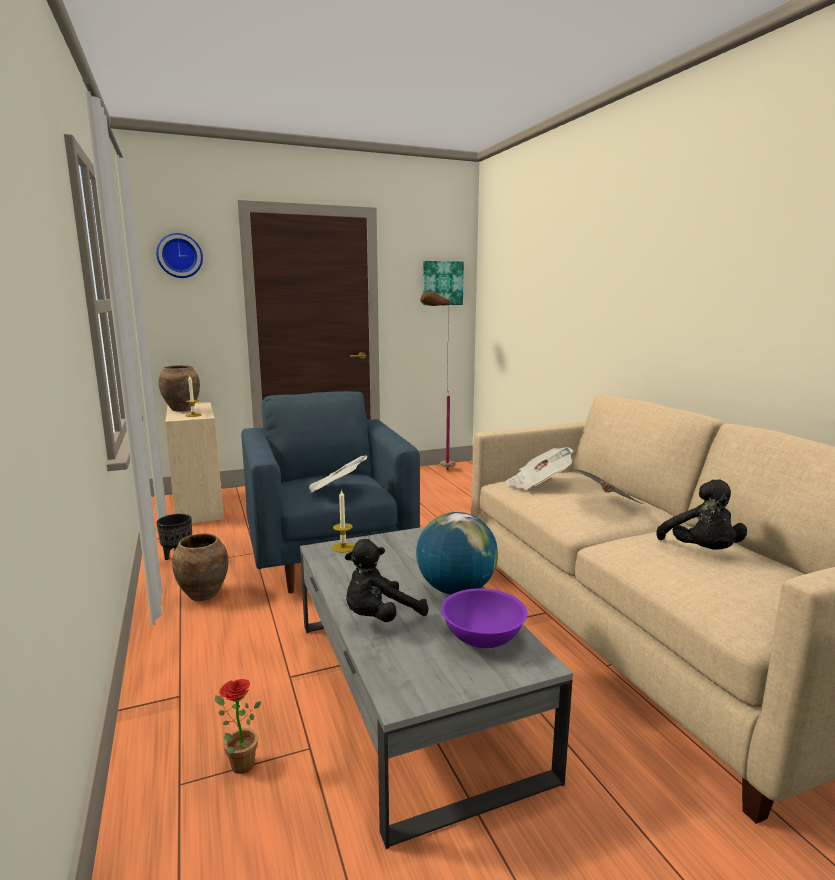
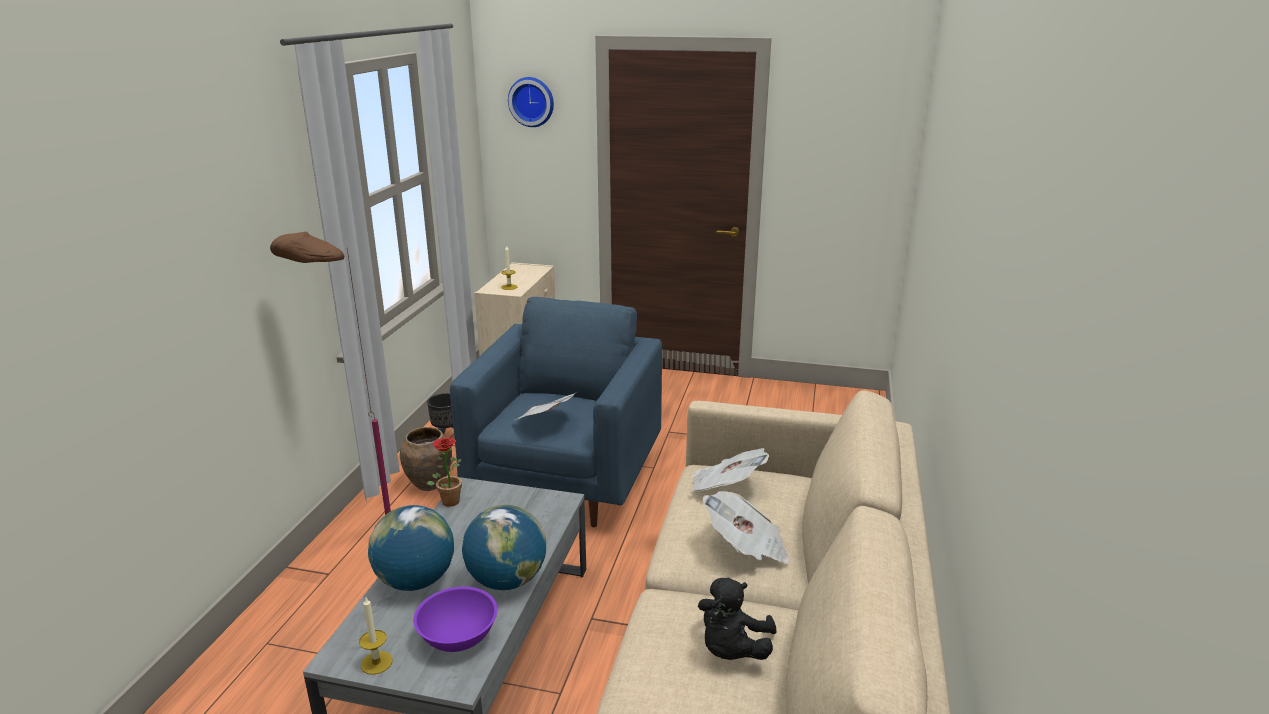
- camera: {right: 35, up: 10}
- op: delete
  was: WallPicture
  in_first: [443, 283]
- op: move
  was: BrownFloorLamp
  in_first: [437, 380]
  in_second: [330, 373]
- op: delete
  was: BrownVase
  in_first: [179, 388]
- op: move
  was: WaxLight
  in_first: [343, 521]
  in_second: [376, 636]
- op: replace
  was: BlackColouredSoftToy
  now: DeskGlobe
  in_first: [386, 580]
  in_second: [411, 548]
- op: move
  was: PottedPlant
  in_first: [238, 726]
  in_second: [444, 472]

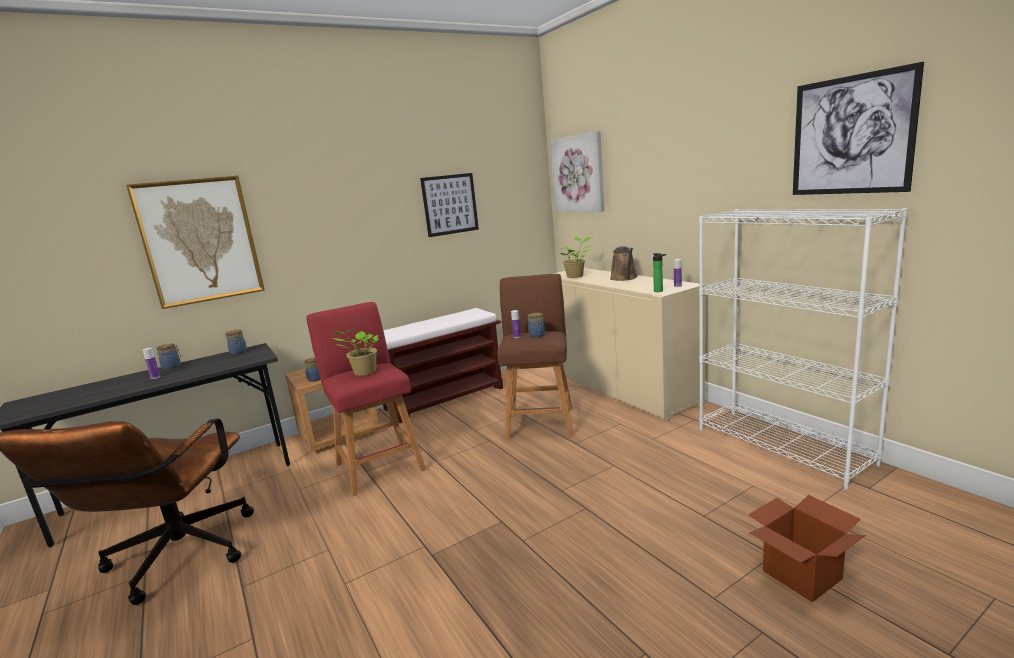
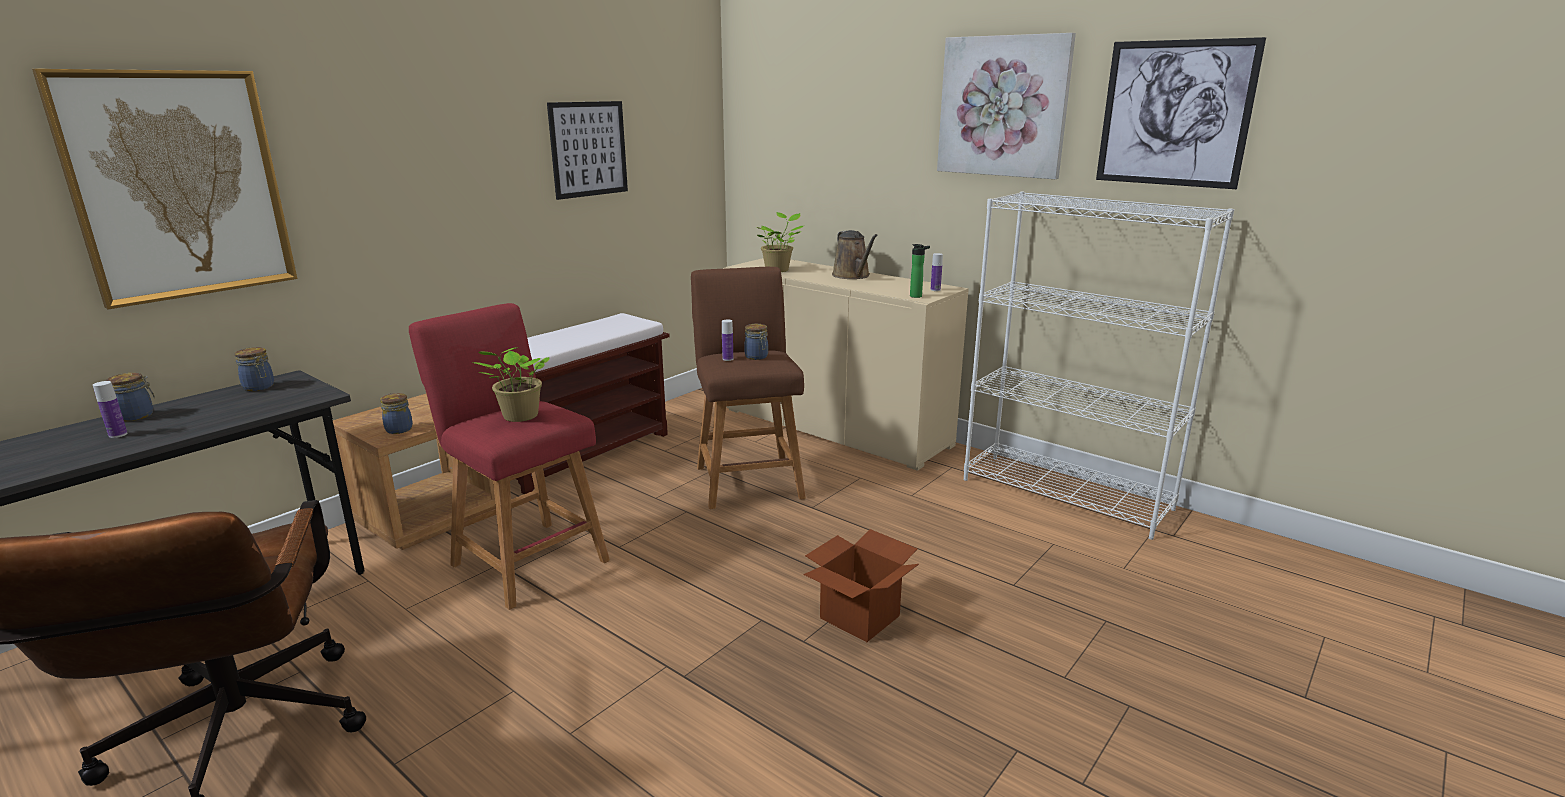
- camera: {right: -20, up: 5}
- op: move
  was: WallPicture
  in_first: [577, 171]
  in_second: [1006, 106]
- op: move
  was: Carton
  in_first: [807, 548]
  in_second: [861, 585]

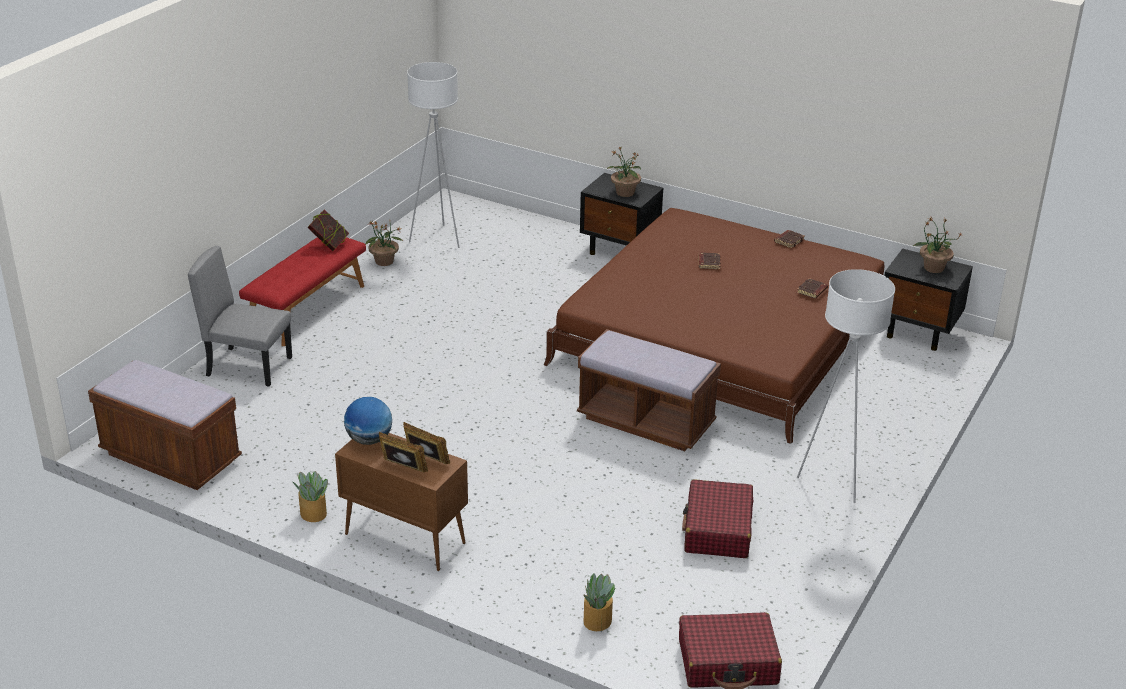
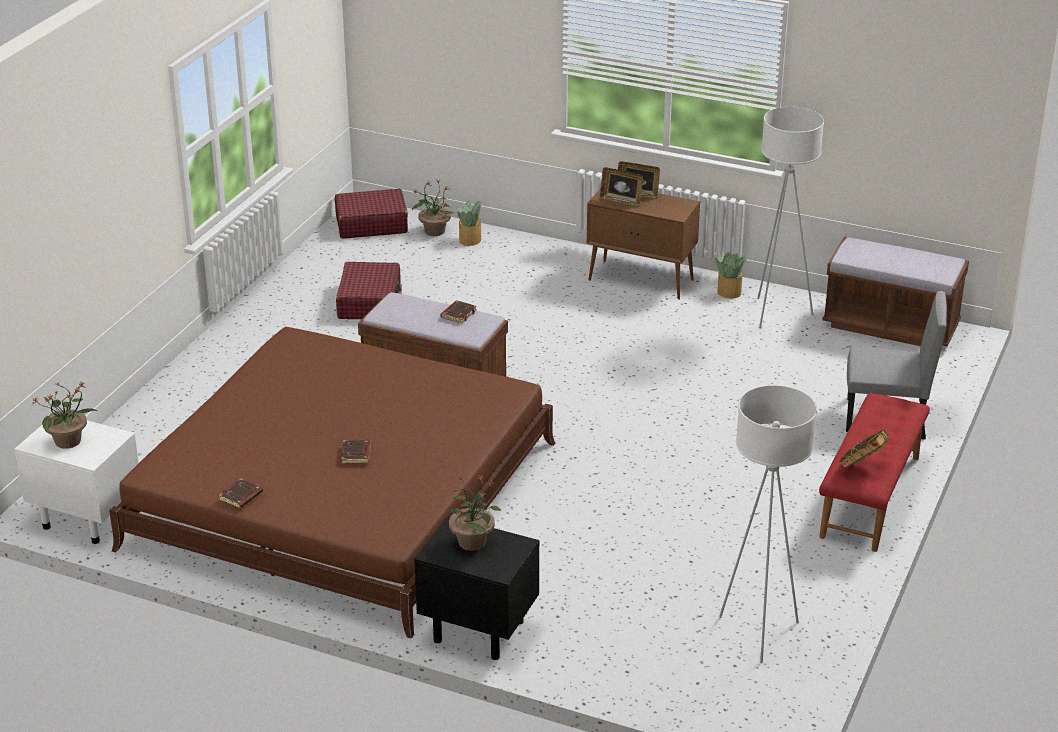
- camera: {right: 175, up: 0}
- op: move
  was: PottedPlant
  in_first: [384, 243]
  in_second: [433, 208]
- op: recolor
  was: BlackColouredNightTable
  now: WhitishNightTable
  in_first: [928, 299]
  in_second: [76, 482]
- op: move
  was: WhitishFloorLamp
  in_first: [846, 386]
  in_second: [790, 218]
- op: move
  was: BrownBoundBook
  in_first: [812, 288]
  in_second: [458, 312]
- op: delete
  was: DeskGlobe
  in_first: [368, 421]

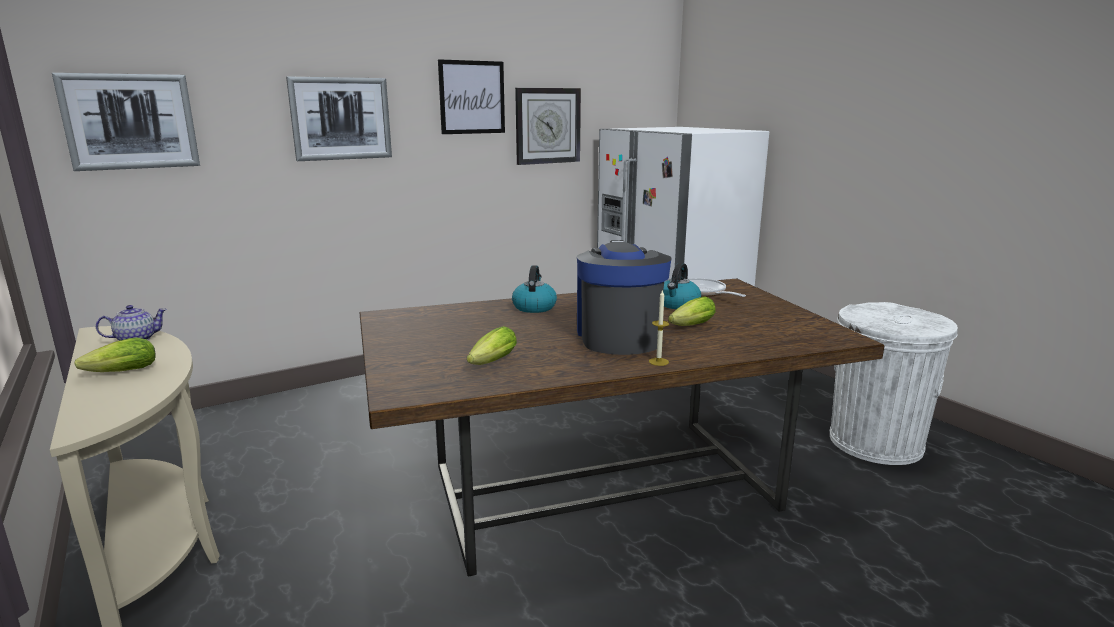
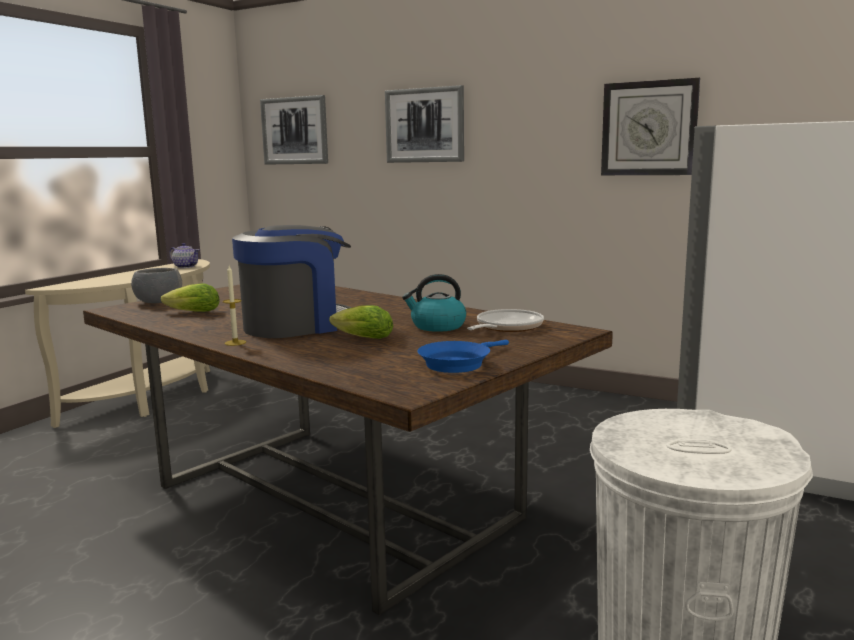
- camera: {right: 60, up: -5}
- op: delete
  was: WallPicture
  in_first: [471, 96]
- op: delete
  was: WaterKettle
  in_first: [534, 289]
- op: delete
  was: Lettuce
  in_first: [115, 355]
- op: insert
  now: GreyDeepDish
  in_second: [156, 285]
- op: insert
  now: BlueColouredPan
  in_second: [463, 356]

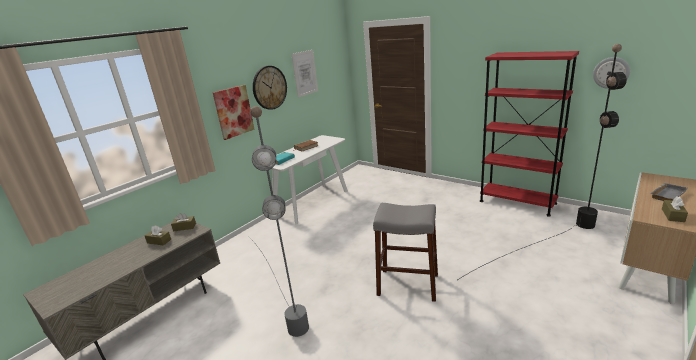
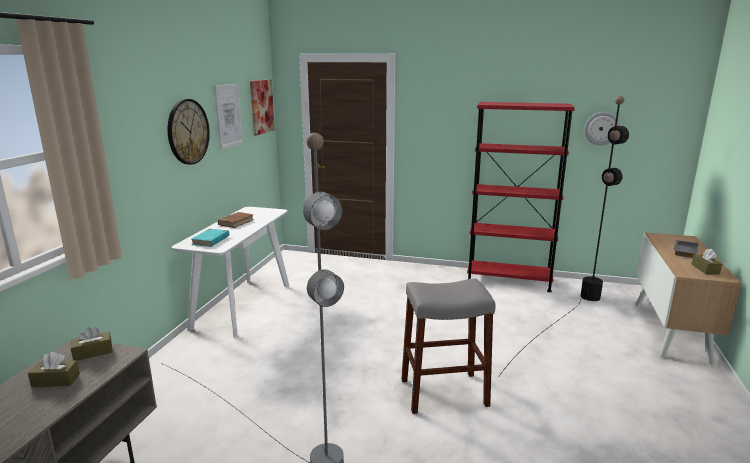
- camera: {right: -25, up: -5}
- op: move
  was: WallPicture
  in_first: [234, 112]
  in_second: [262, 107]

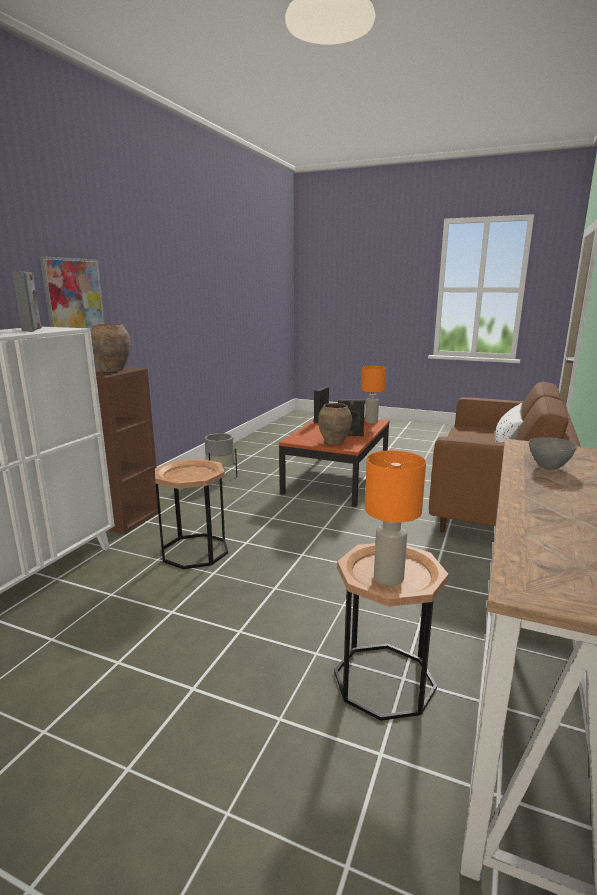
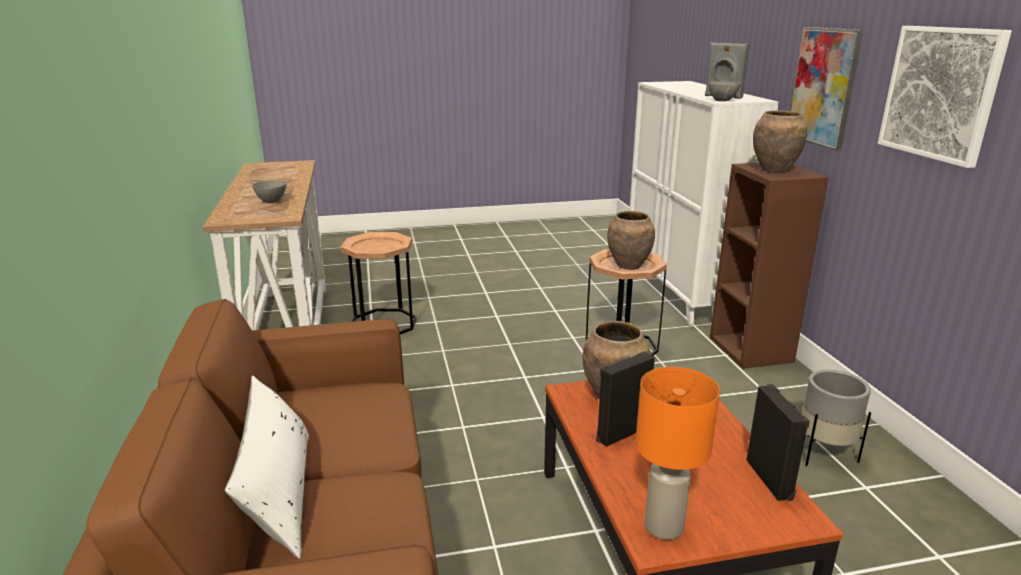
- camera: {right: 145, up: 5}
- op: delete
  was: OrangeColouredLampForATable
  in_first: [395, 518]
- op: insert
  now: WallPicture
  in_second: [945, 97]
- op: insert
  now: GreyDeepDish
  in_second: [724, 91]
- op: insert
  now: BrownVase
  in_second: [631, 240]

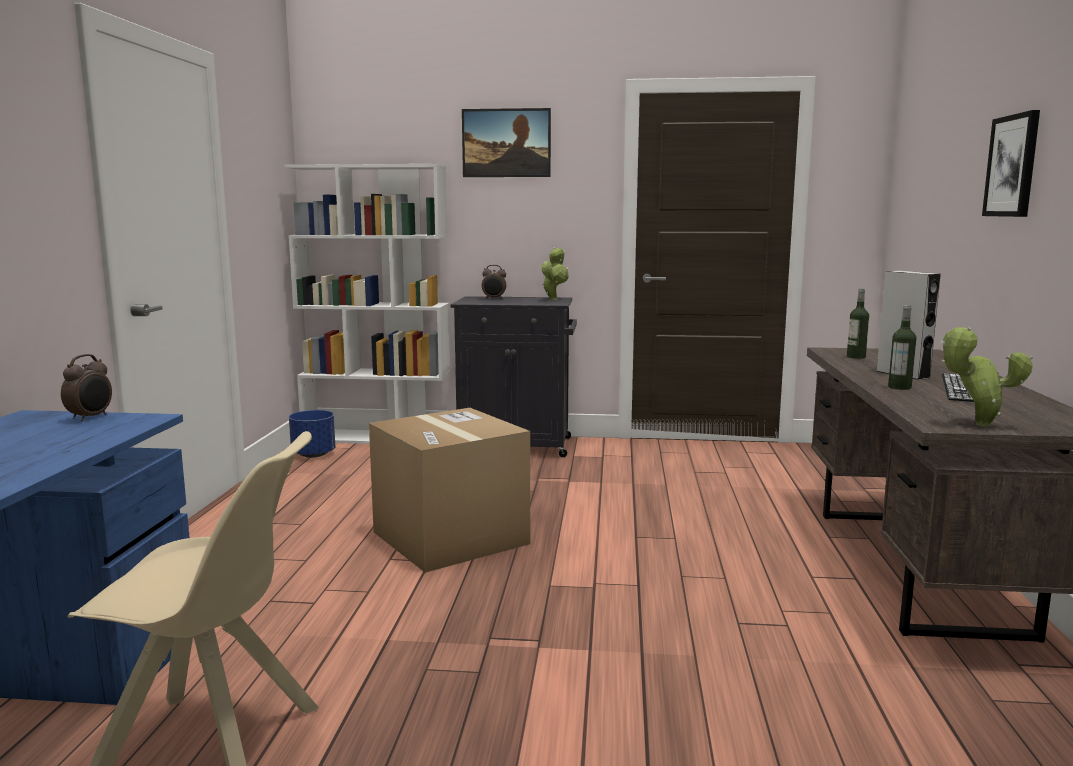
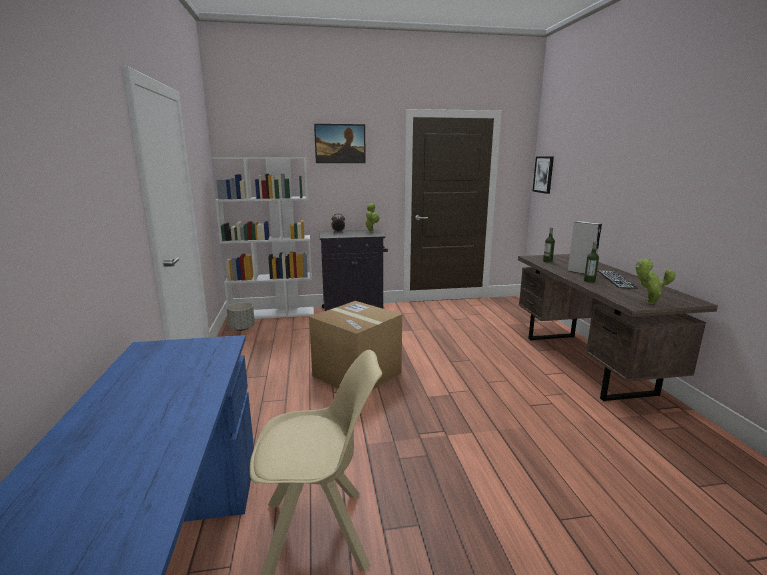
- camera: {right: -15, up: 5}
- op: move
  was: WallPicture
  in_first: [1011, 163]
  in_second: [543, 175]
- op: delete
  was: TableClock
  in_first: [86, 387]
- op: recolor
  was: BlueColouredFlowerPot
  now: GreyFlowerPot
  in_first: [312, 434]
  in_second: [241, 316]

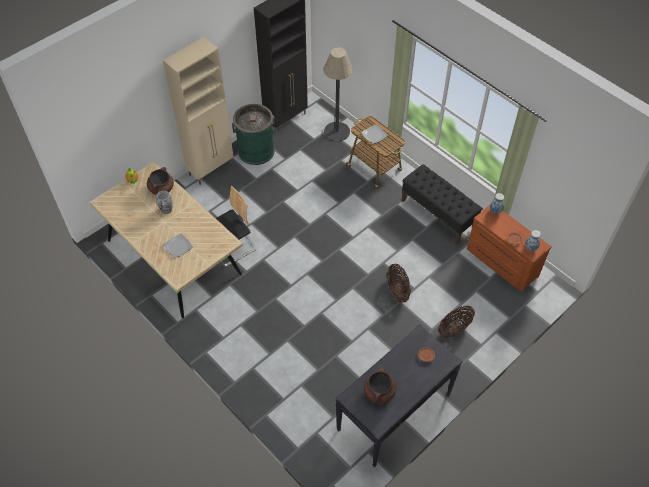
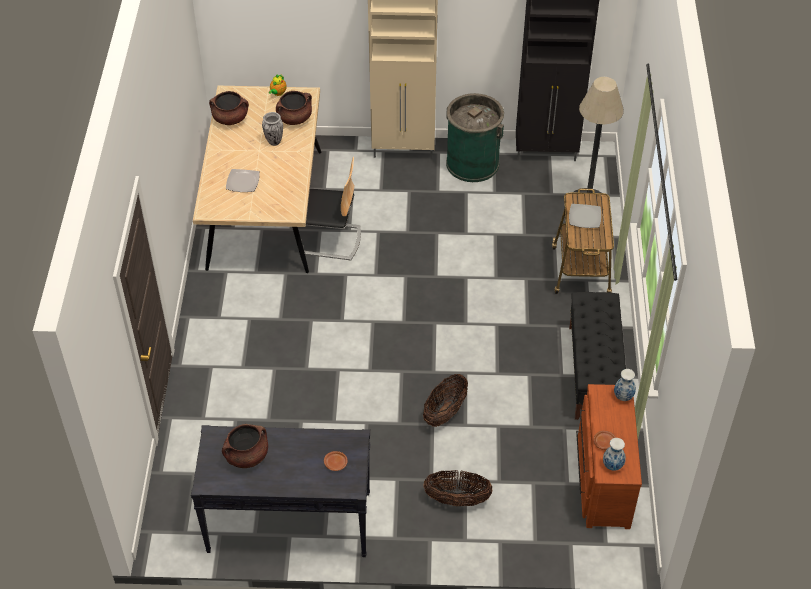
- camera: {right: 45, up: -5}
- op: insert
  now: BrownStockpot
  in_second: [229, 108]

